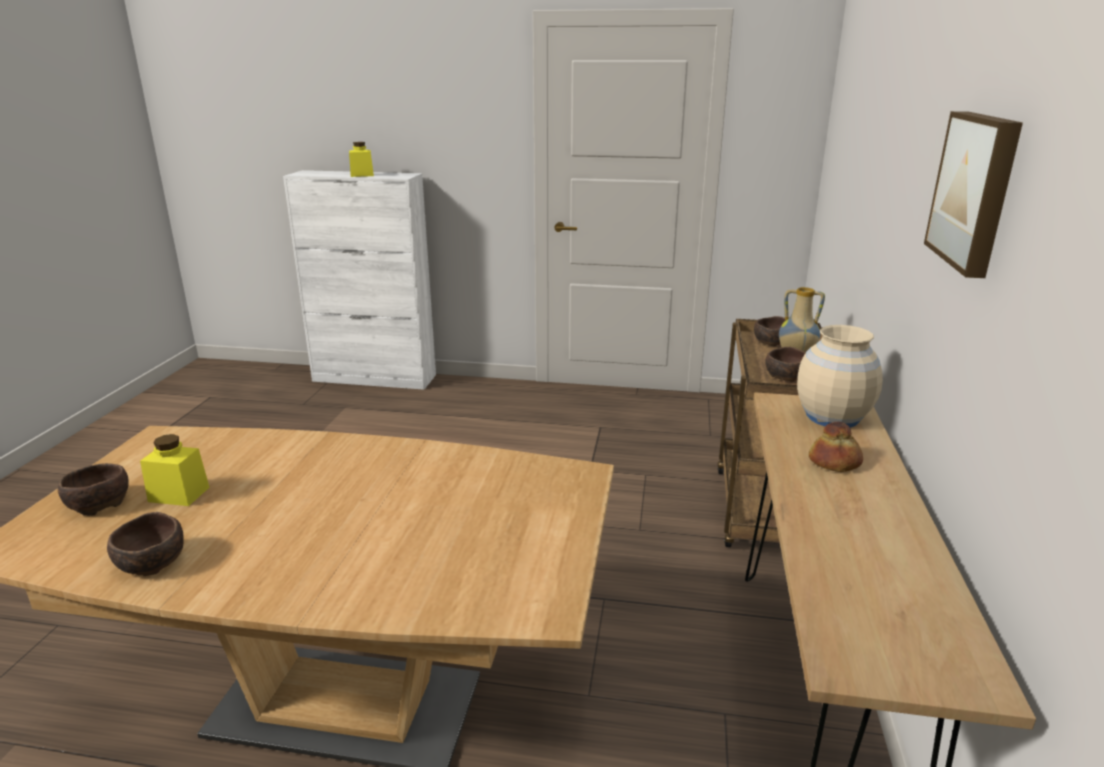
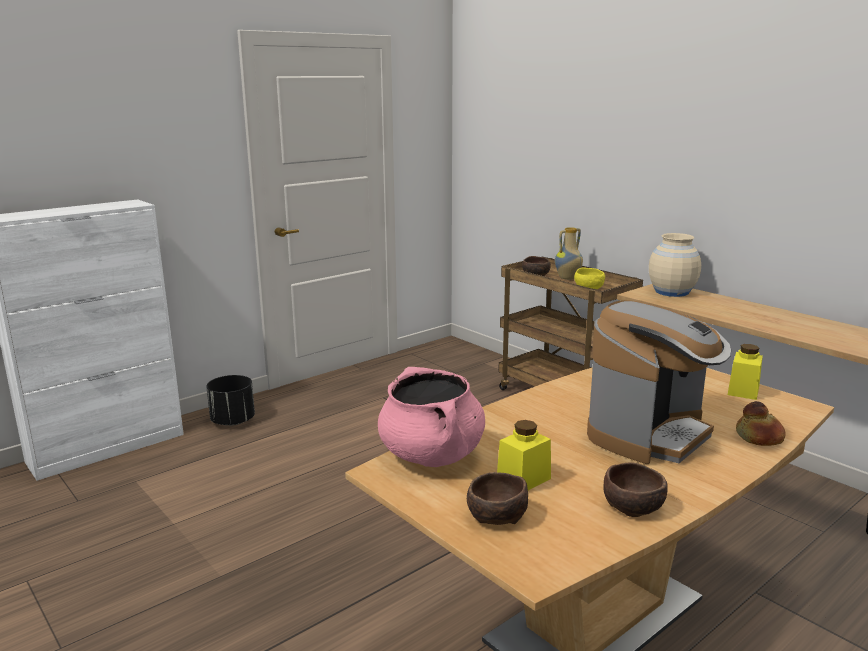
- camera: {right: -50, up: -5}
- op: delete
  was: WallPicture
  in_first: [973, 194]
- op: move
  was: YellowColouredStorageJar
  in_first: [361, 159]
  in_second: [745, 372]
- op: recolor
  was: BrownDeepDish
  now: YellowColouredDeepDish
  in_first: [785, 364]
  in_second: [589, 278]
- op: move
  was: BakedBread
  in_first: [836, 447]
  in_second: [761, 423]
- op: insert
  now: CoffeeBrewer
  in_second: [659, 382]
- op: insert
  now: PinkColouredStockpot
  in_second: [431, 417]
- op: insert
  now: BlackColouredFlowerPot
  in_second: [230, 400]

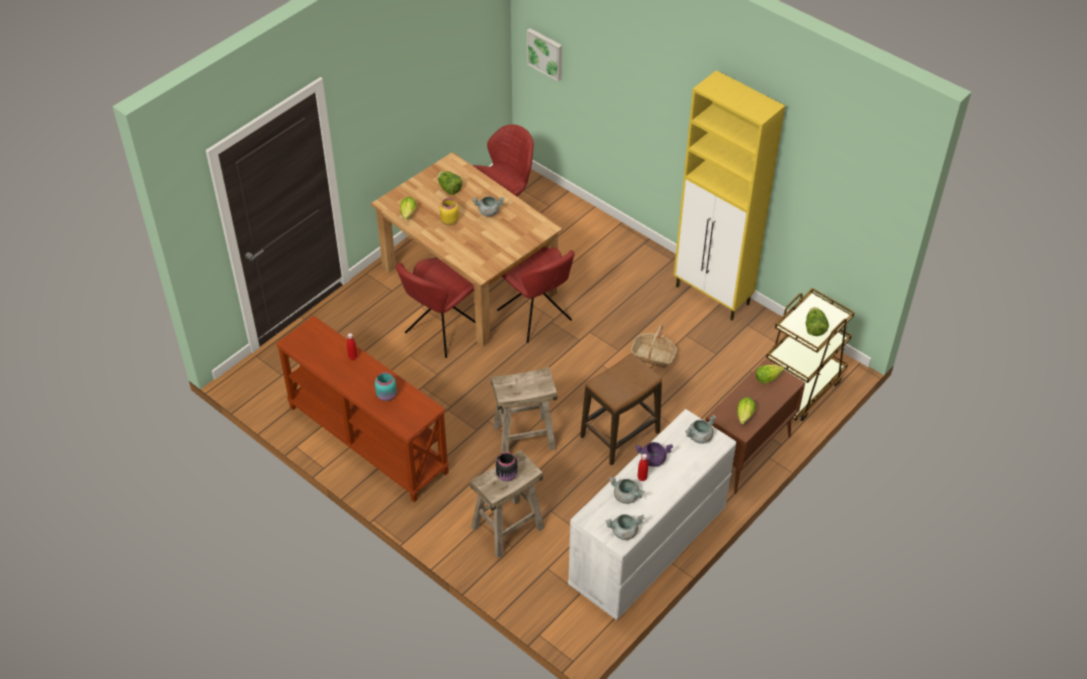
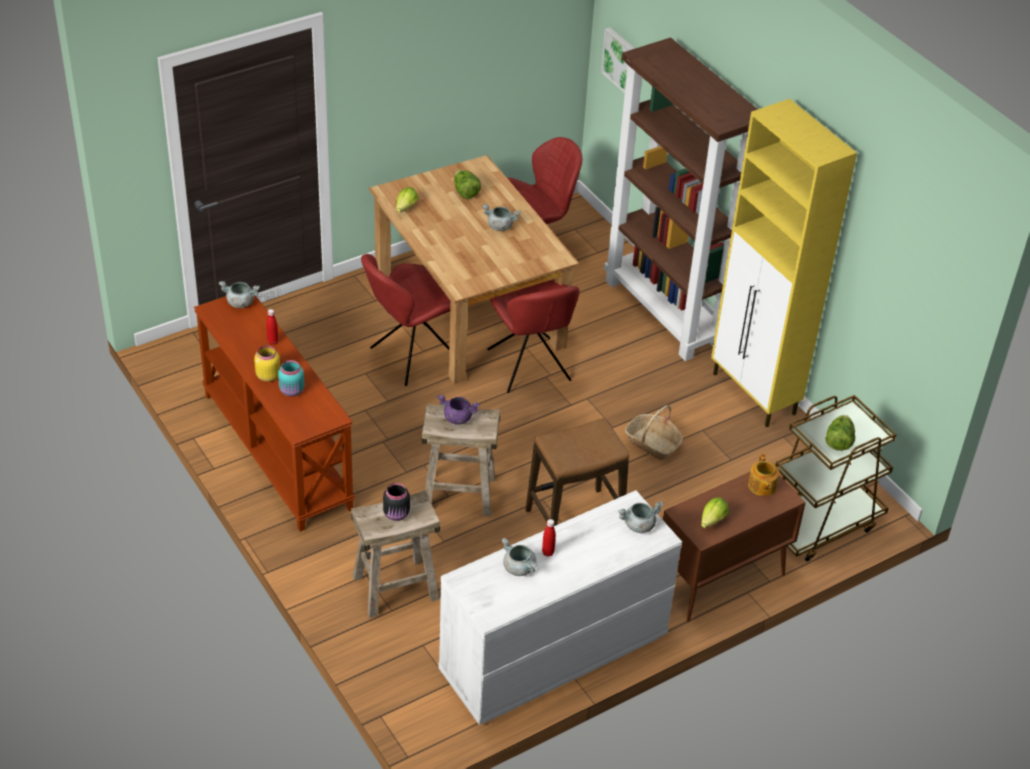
- camera: {right: 15, up: -5}
- op: move
  was: YellowColouredStorageJar
  in_first: [449, 211]
  in_second: [267, 363]
- op: replace
  was: Lettuce
  now: TeaPot
  in_first: [770, 374]
  in_second: [763, 475]
- op: move
  was: PurplishStockpot
  in_first: [654, 454]
  in_second: [458, 410]
- op: move
  was: GreyStockpot
  in_first: [625, 527]
  in_second: [239, 294]
- op: insert
  now: BrownShelvingUnit
  in_second: [681, 199]

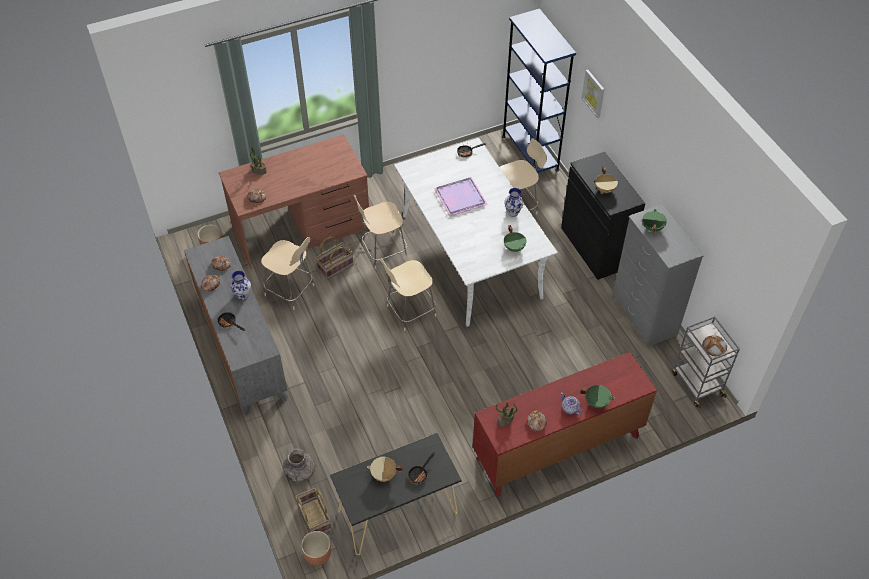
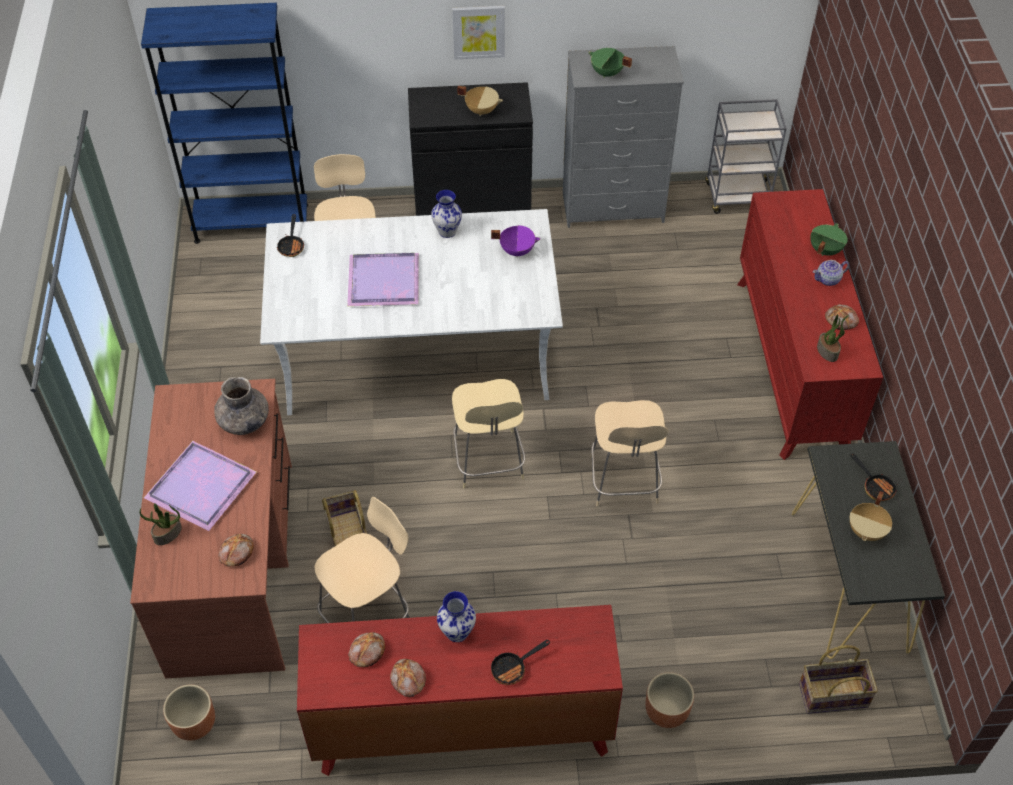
- camera: {right: -70, up: 0}
- op: move
  was: WallPicture
  in_first: [593, 94]
  in_second: [478, 32]
- op: move
  was: BeigeChair
  in_first: [380, 232]
  in_second: [629, 453]
- op: recolor
  was: GreenishStockpot
  now: PurplishStockpot
  in_first: [515, 238]
  in_second: [515, 241]
- op: recolor
  was: GreyChestOfDrawers
  now: RedChestOfDrawers
  in_first: [236, 326]
  in_second: [460, 690]
- op: delete
  was: BakedBread
  in_first: [714, 345]
- op: move
  was: GreyVase
  in_first: [298, 465]
  in_second: [241, 406]
- op: move
  was: BrownFlowerPot
  in_first: [316, 548]
  in_second: [669, 700]
- op: insert
  now: PurplishServingTray
  in_second: [200, 486]

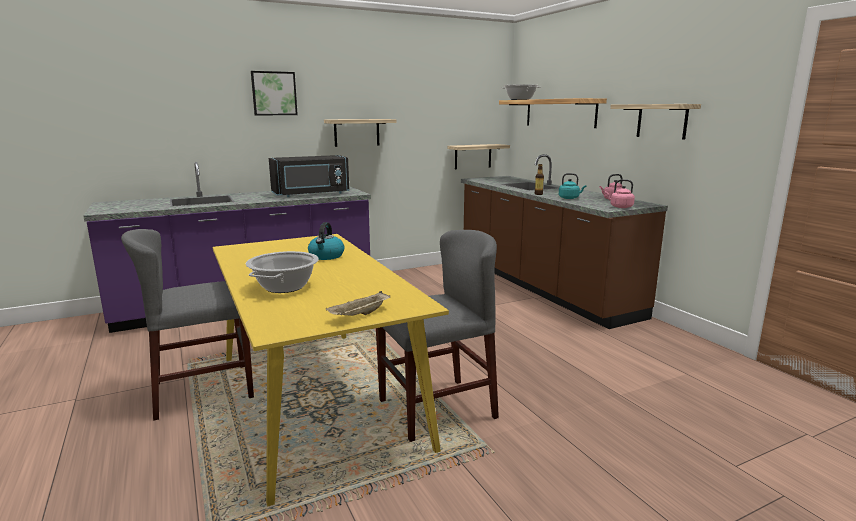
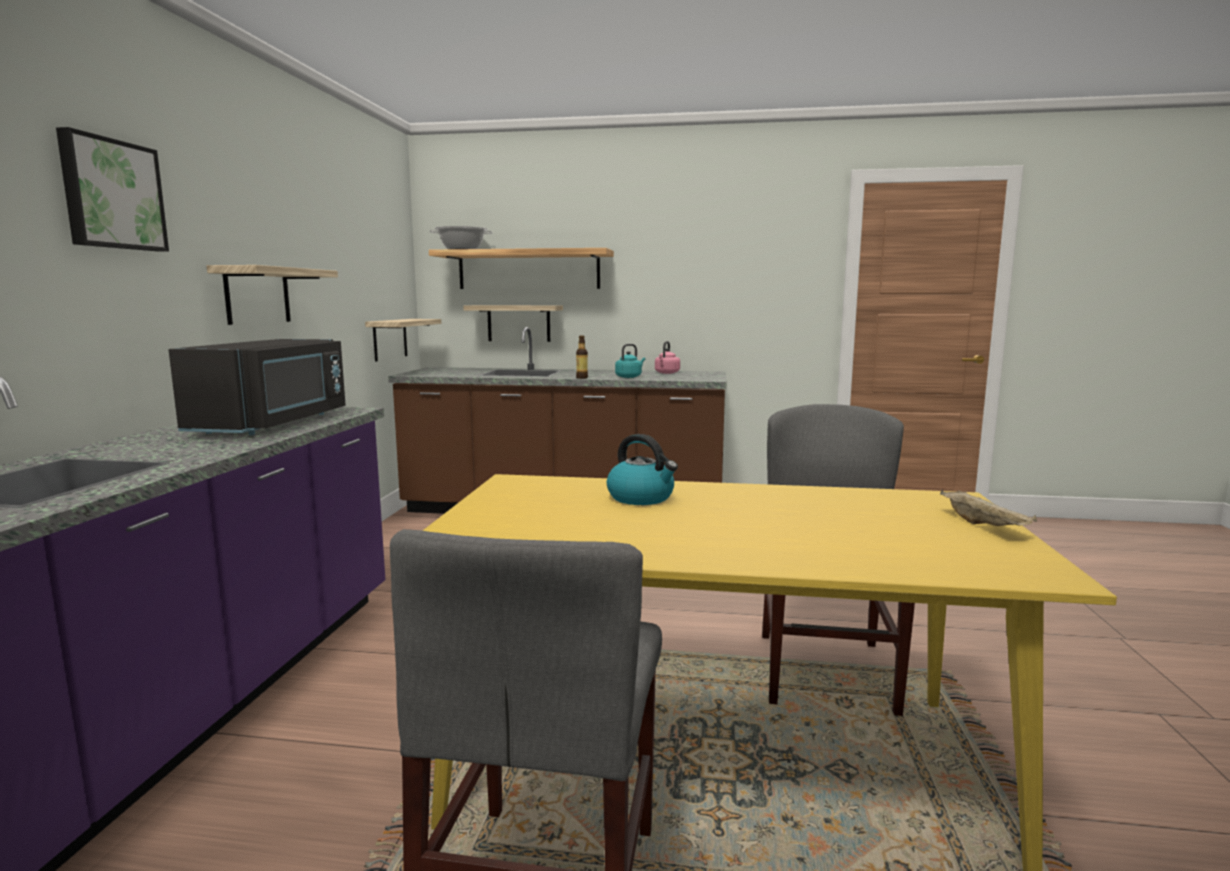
- camera: {right: -55, up: -5}
- op: move
  was: WallShelf
  in_first: [655, 122]
  in_second: [513, 323]
- op: delete
  was: PinkColouredWaterKettle
  in_first: [620, 193]
- op: delete
  was: Stockpot
  in_first: [282, 272]

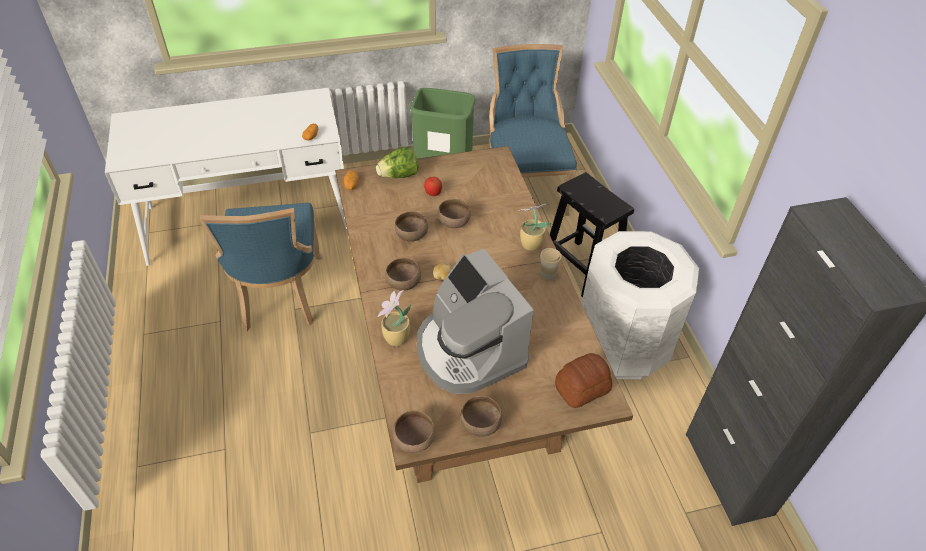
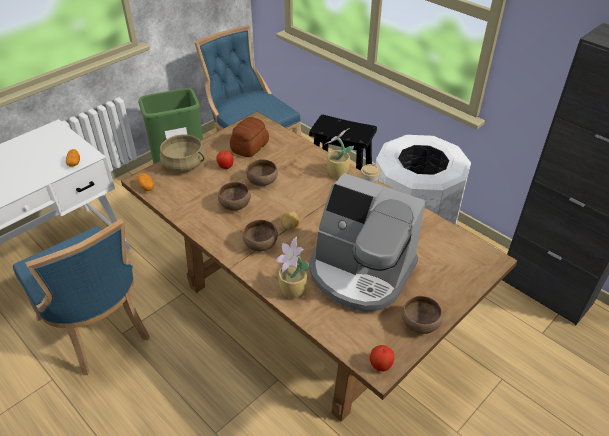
- camera: {right: -30, up: -5}
- op: replace
  was: Lettuce
  now: BeigeStockpot
  in_first: [397, 162]
  in_second: [182, 153]
- op: move
  was: BakedBread
  in_first: [583, 380]
  in_second: [249, 137]
- op: replace
  was: BrownDeepDish
  now: WholeApple
  in_first: [414, 431]
  in_second: [382, 358]

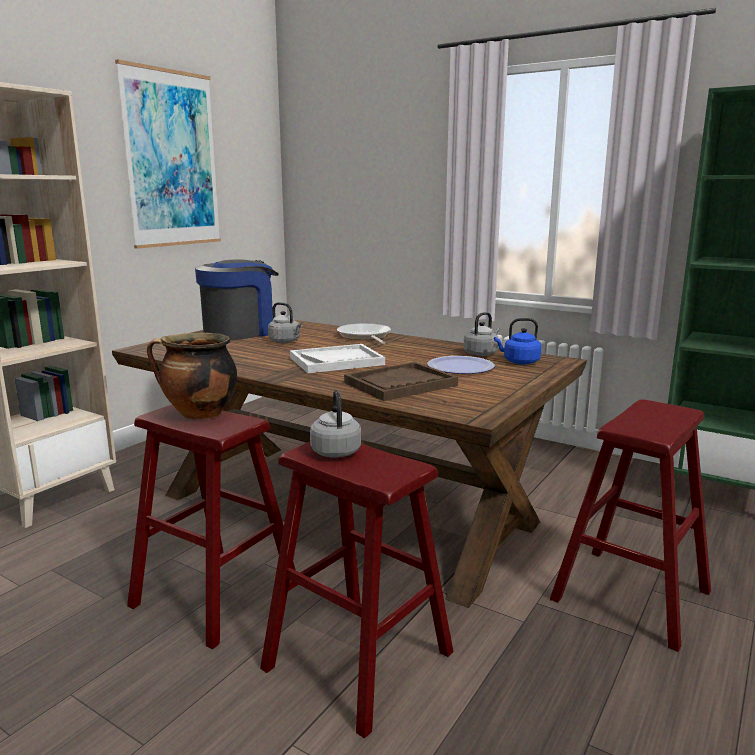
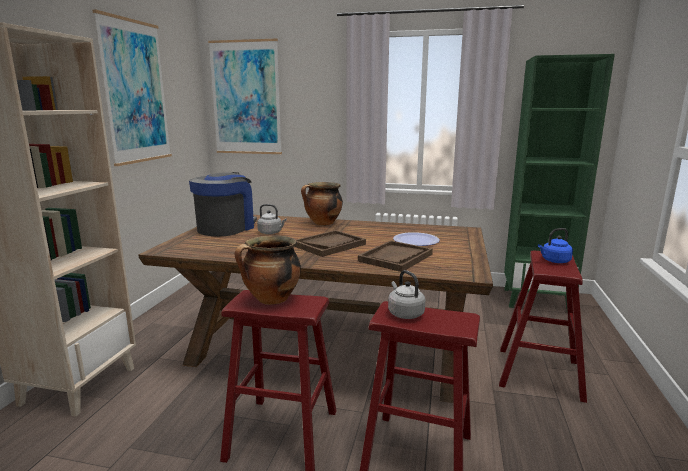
- camera: {right: -20, up: 0}
- op: delete
  was: GreyWaterKettle
  in_first: [481, 334]
- op: move
  was: BlueColouredWaterKettle
  in_first: [517, 341]
  in_second: [555, 245]
- op: replace
  was: Pan
  now: Stockpot
  in_first: [364, 333]
  in_second: [322, 204]
- op: recolor
  was: WhitishServingTray
  now: BrownServingTray
  in_first: [337, 358]
  in_second: [330, 243]
- op: insert
  now: WallPicture
  in_second: [245, 96]

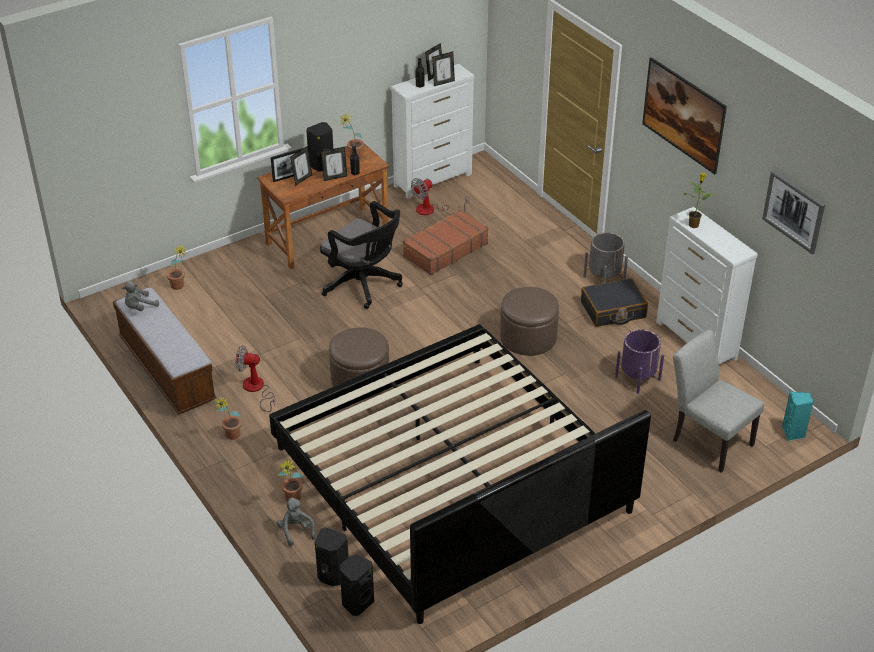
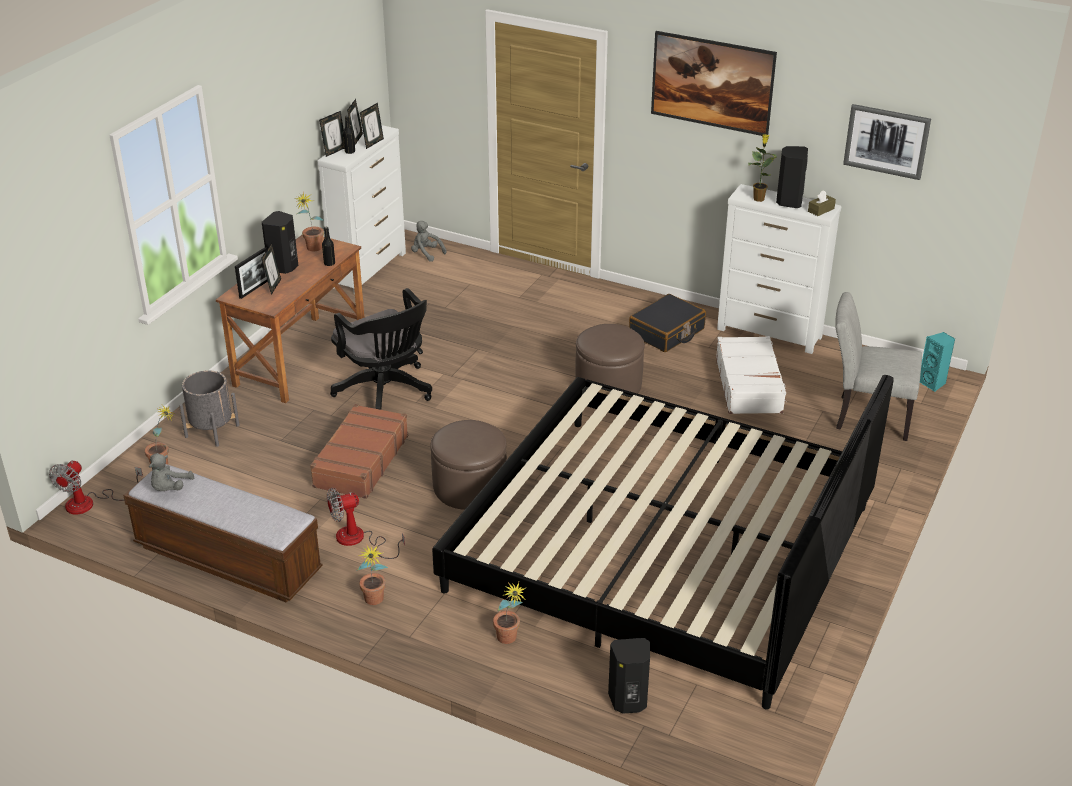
- camera: {right: -30, up: -5}
- op: move
  was: PhotoFrame
  in_first: [334, 164]
  in_second: [331, 134]
- op: move
  was: ElectricFan
  in_first: [440, 196]
  in_second: [96, 487]
- op: rotate
  was: BlackColouredOfficeChair
  in_first: [361, 255]
  in_second: [381, 349]
  clockwise: 45
- op: move
  was: BrownSuitcase
  in_first: [446, 242]
  in_second: [359, 451]
- op: move
  was: GreyFlowerPot
  in_first: [605, 257]
  in_second: [209, 408]
- op: replace
  was: PurplishFlowerPot
  now: WhitishSuitcase
  in_first: [639, 361]
  in_second: [751, 375]
- op: move
  was: GreySoftToy
  in_first: [295, 521]
  in_second: [429, 241]
- op: move
  was: BlackColouredSpeaker
  in_first: [357, 585]
  in_second: [792, 177]
- op: insert
  now: BrownTissueBox
  in_second: [822, 203]

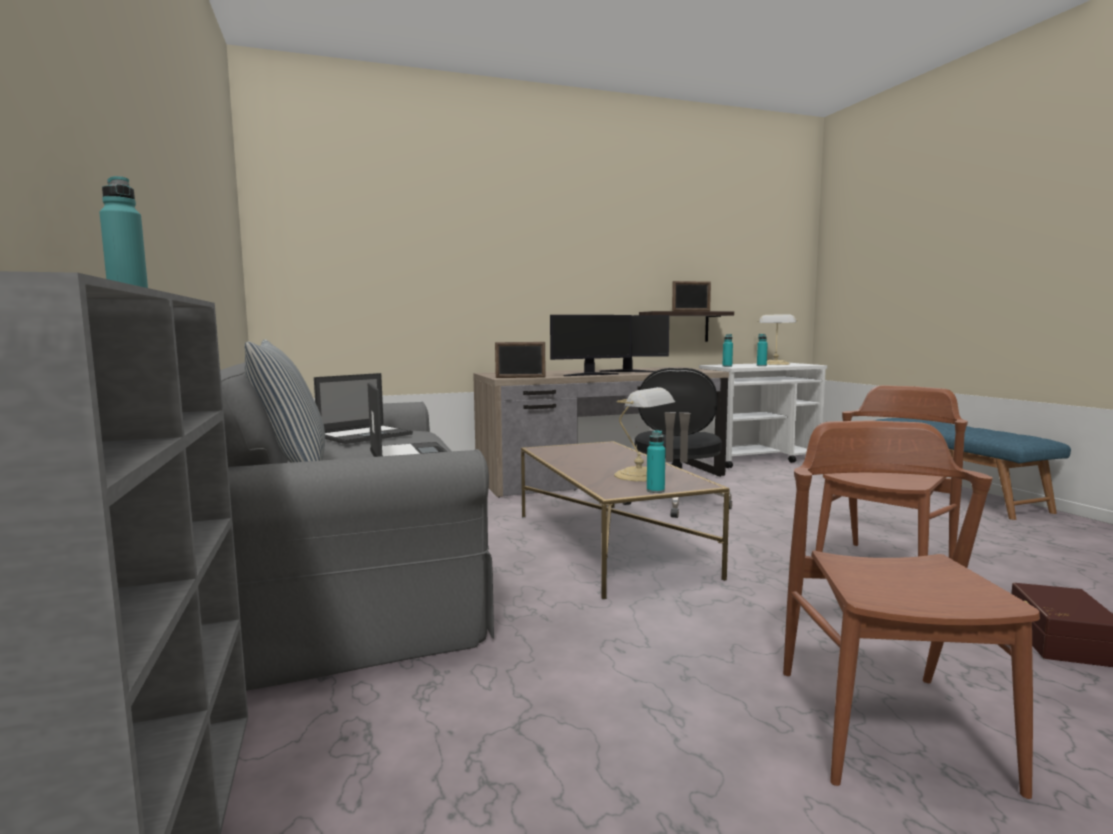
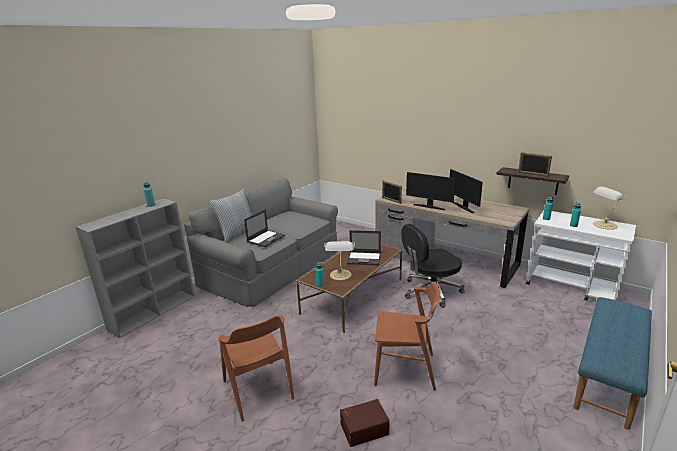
- camera: {right: 55, up: 15}
- op: move
  was: NotebookComputer
  in_first: [363, 408]
  in_second: [364, 247]
- op: rotate
  was: BrownChair
  in_first: [911, 610]
  in_second: [256, 368]
  clockwise: 90

